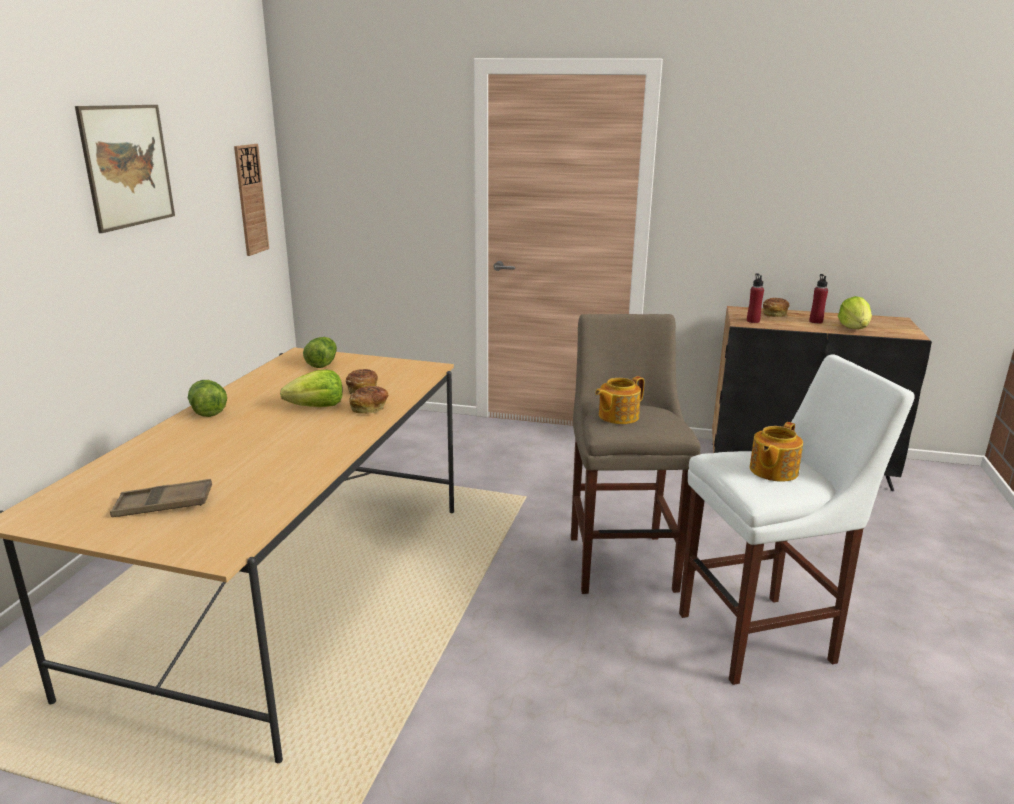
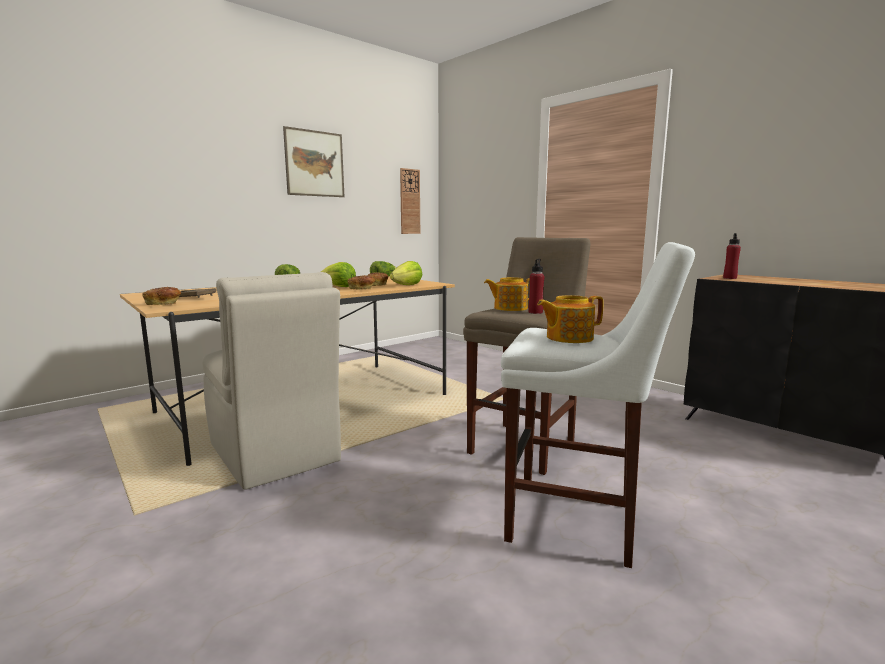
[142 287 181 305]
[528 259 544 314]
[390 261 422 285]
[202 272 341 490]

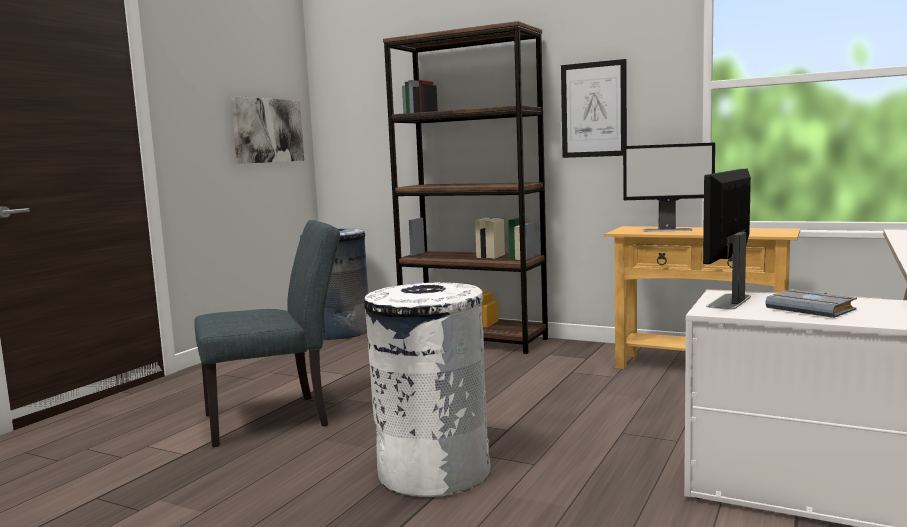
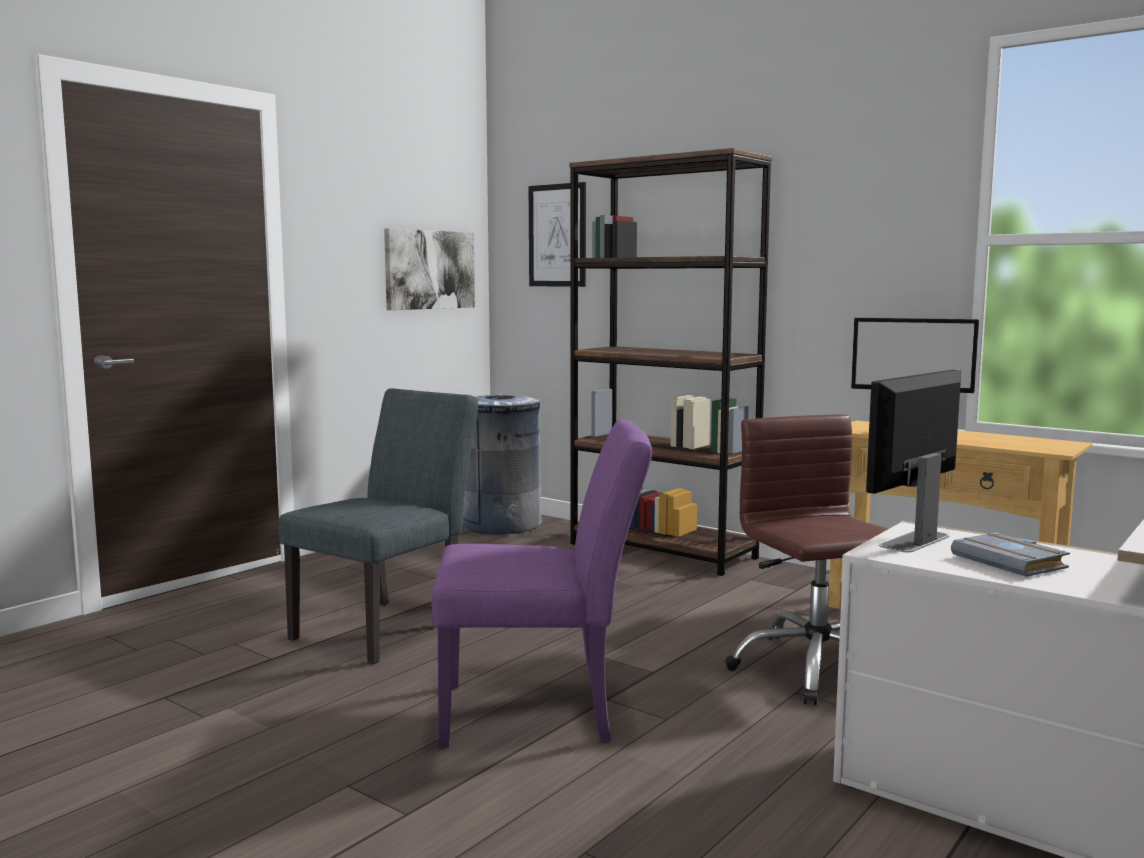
[279 388 478 665]
[432 419 652 748]
[529 182 586 287]
[725 414 888 705]

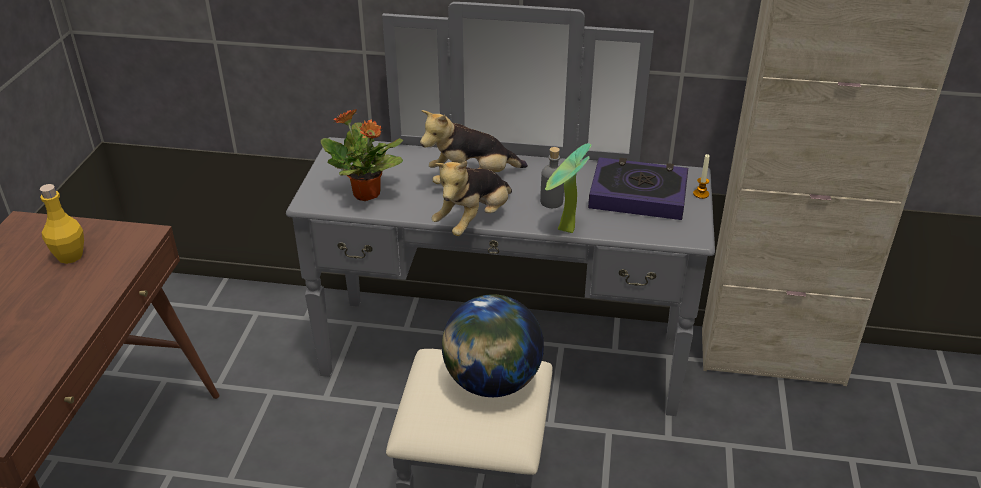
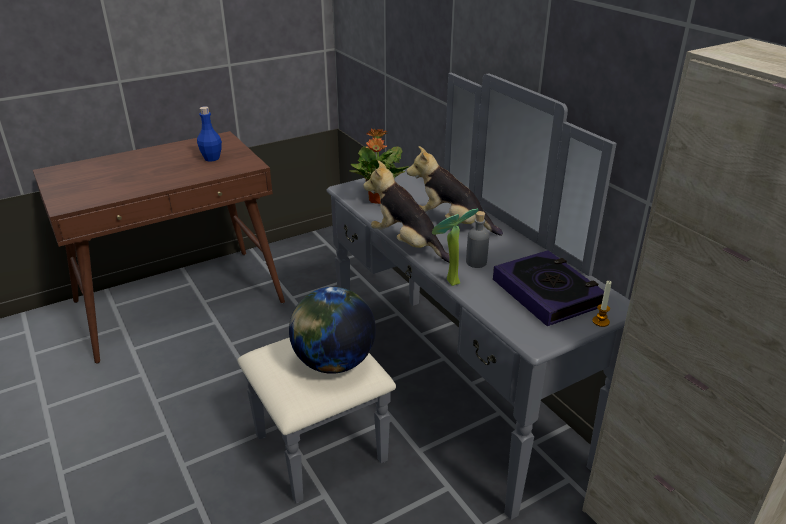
[197 106 222 161]
[363 160 450 263]

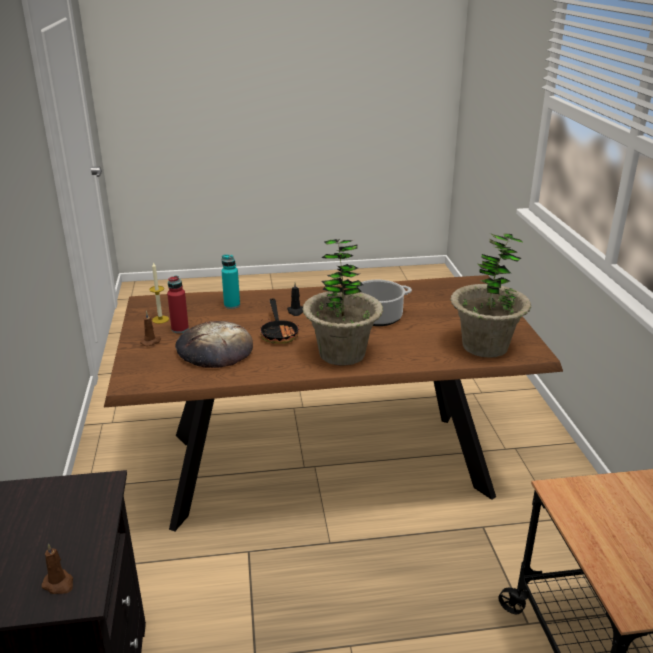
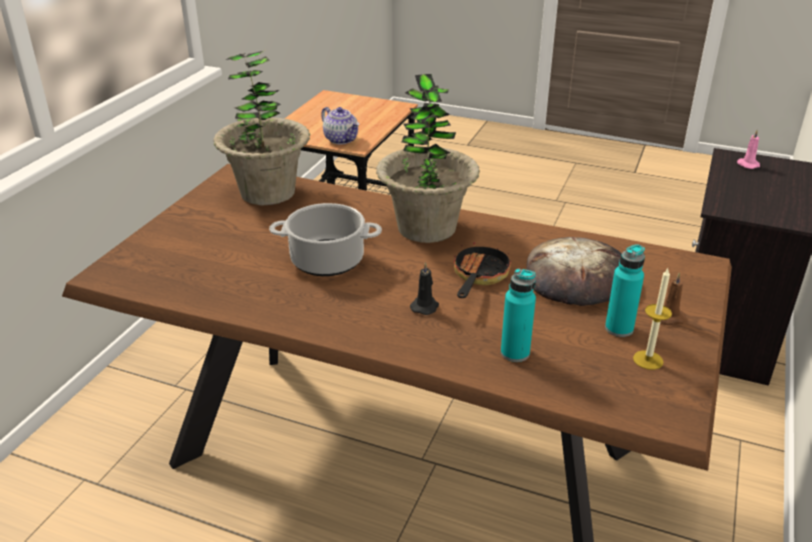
[737 130 760 169]
[605 244 645 337]
[321 107 359 144]

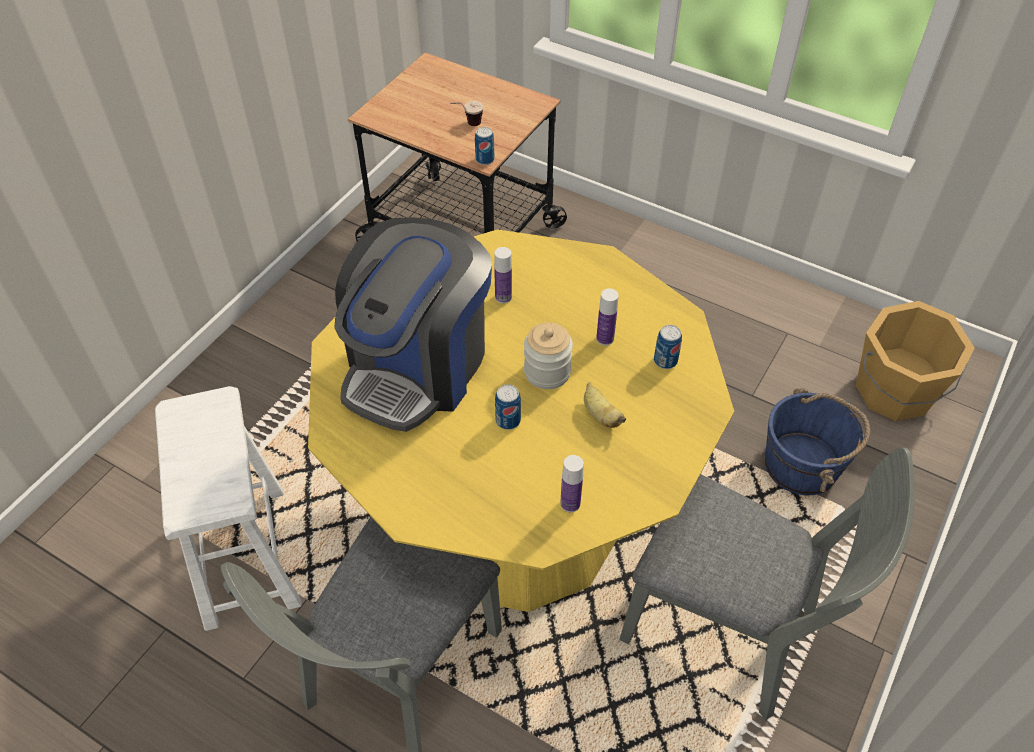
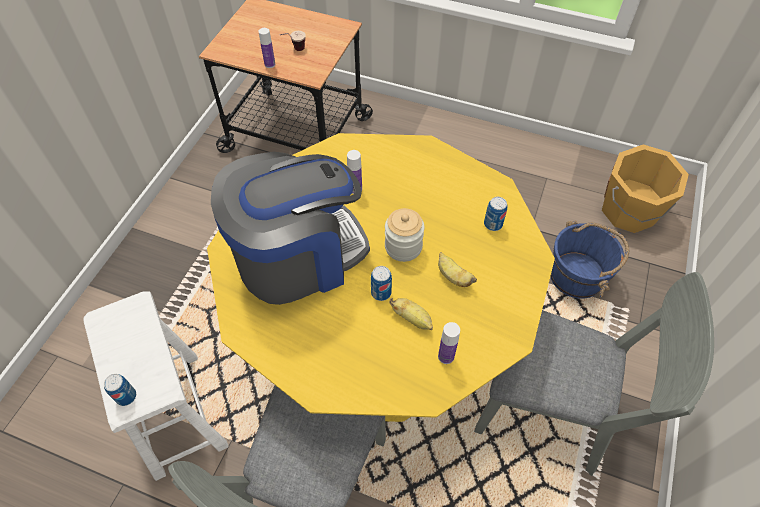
[211 152 370 305]
[104 374 136 406]
[259 28 275 68]
[390 298 433 330]

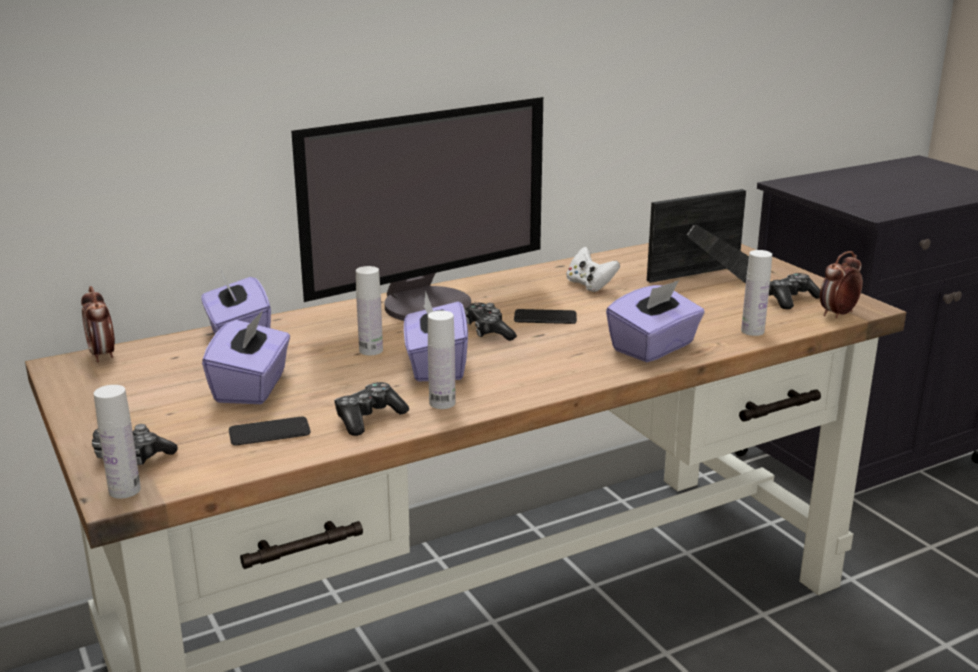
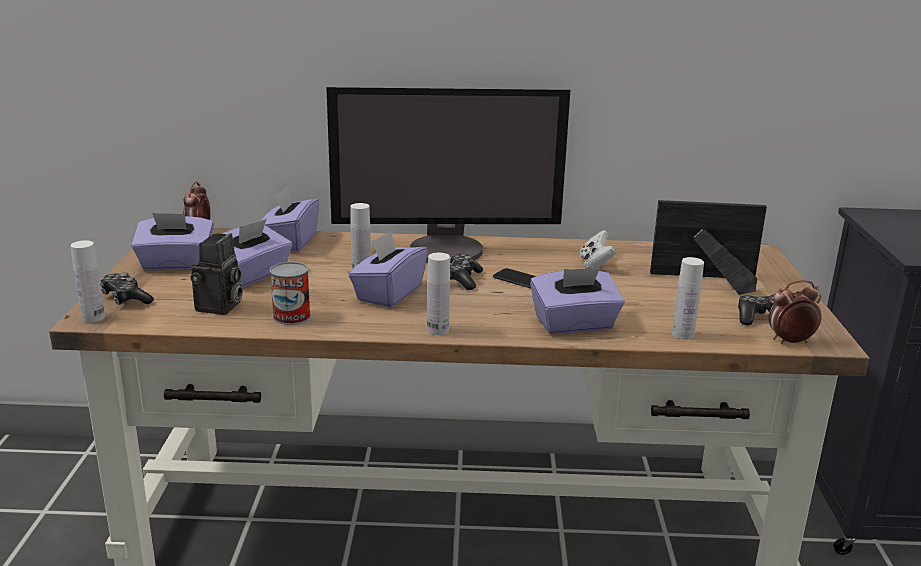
[191 233 243 315]
[270 262 311 325]
[427 253 450 335]
[131 213 214 271]

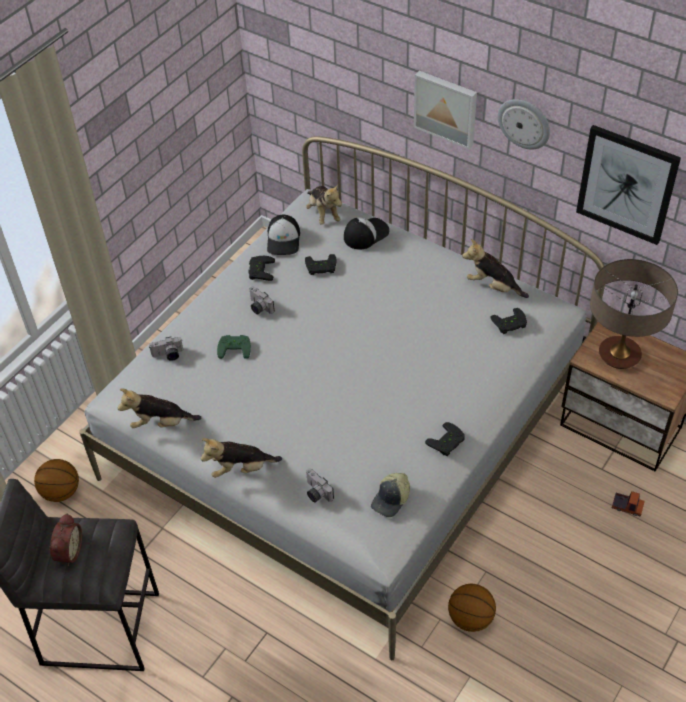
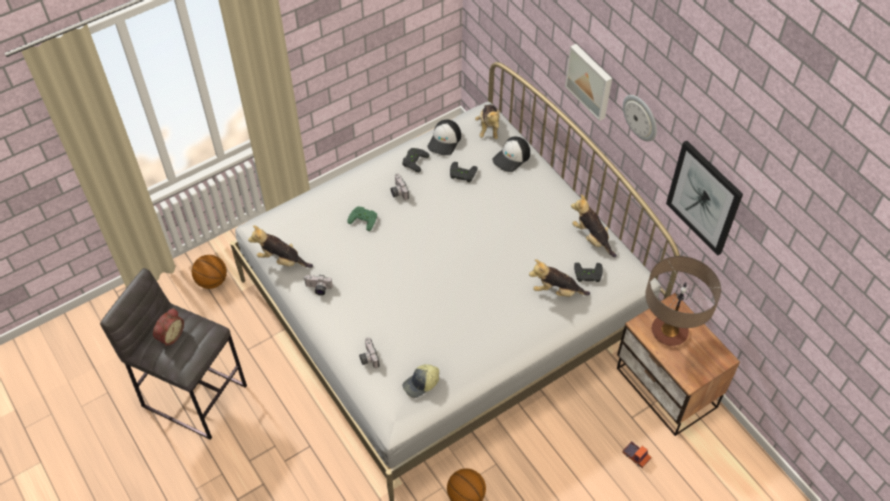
[304 275 333 295]
[529 259 590 297]
[492 137 530 172]
[425 422 465 456] (first image)

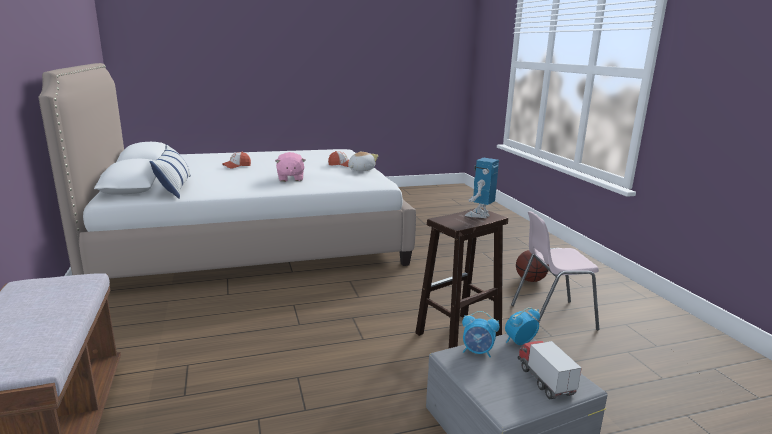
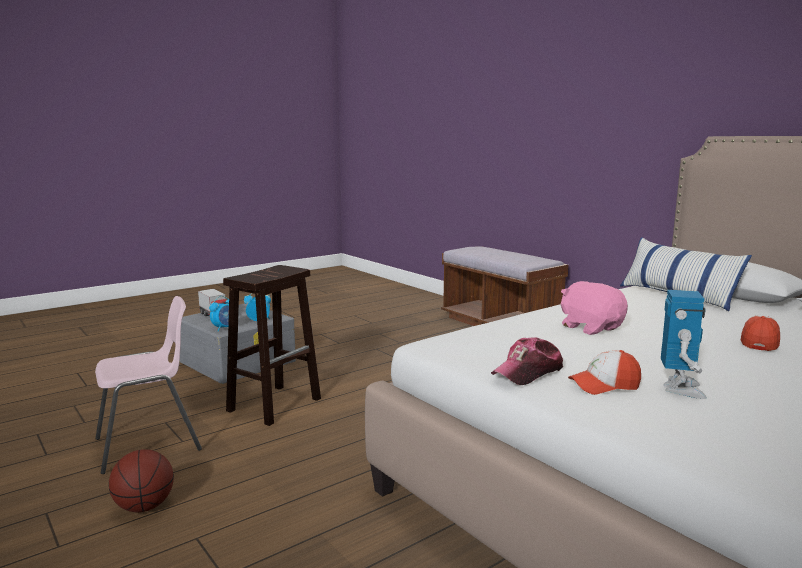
[491 337 563 385]
[661 290 707 399]

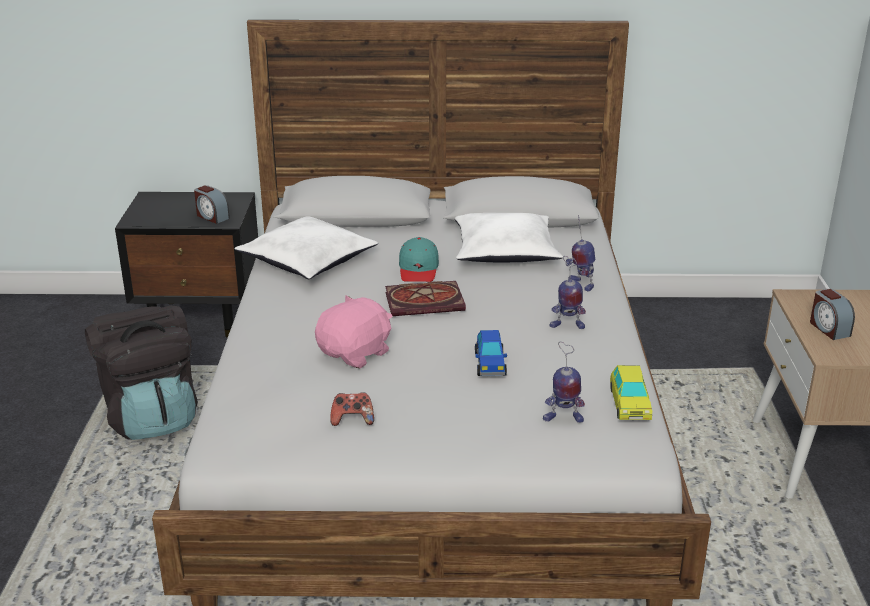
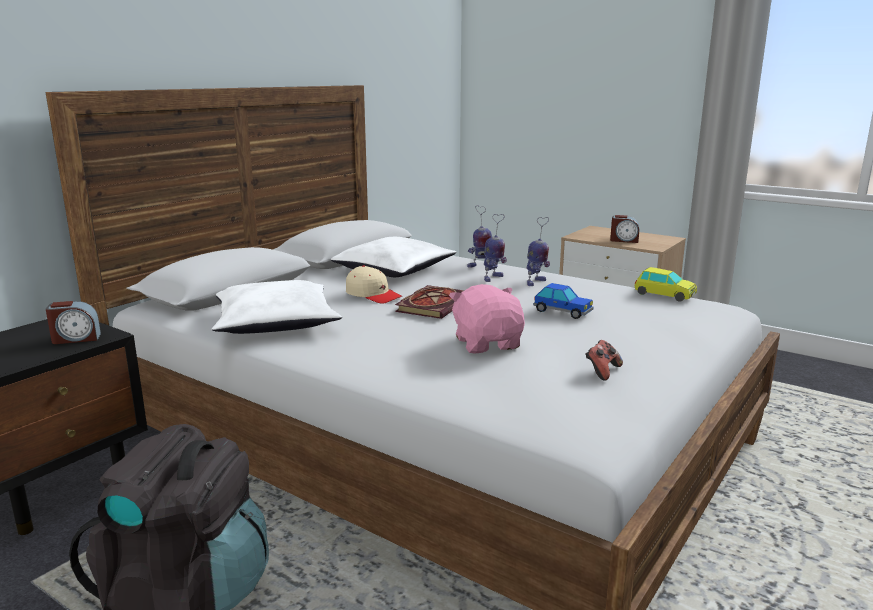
[346 265 402 304]
[484 214 507 282]

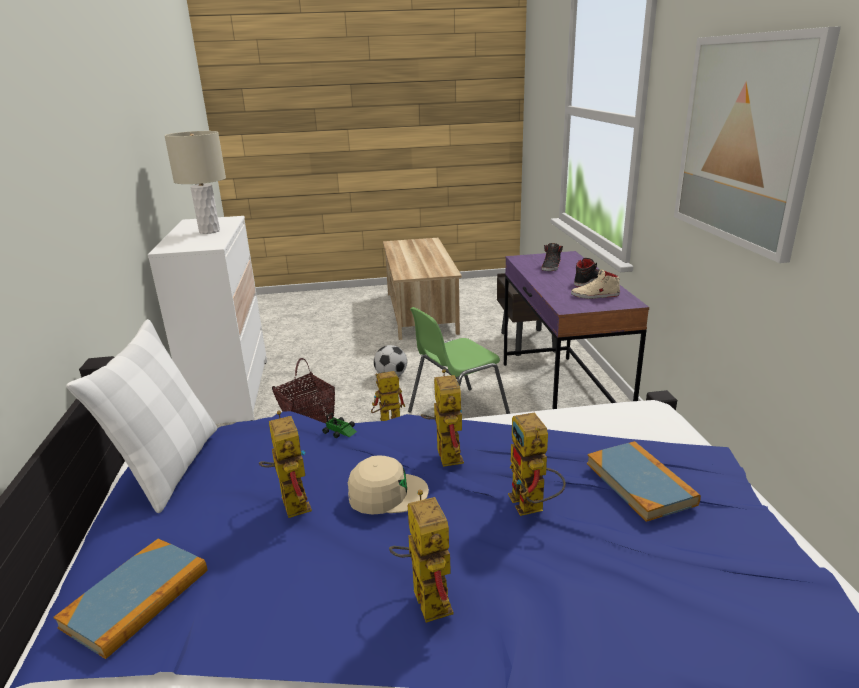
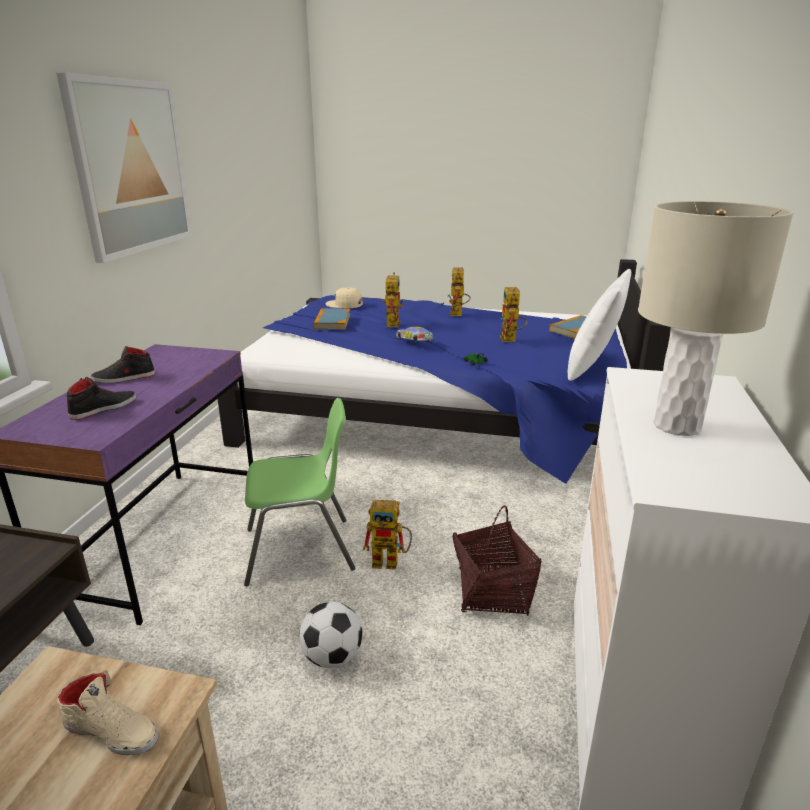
[325 287 363 308]
[396 327 433 342]
[57 670 158 755]

